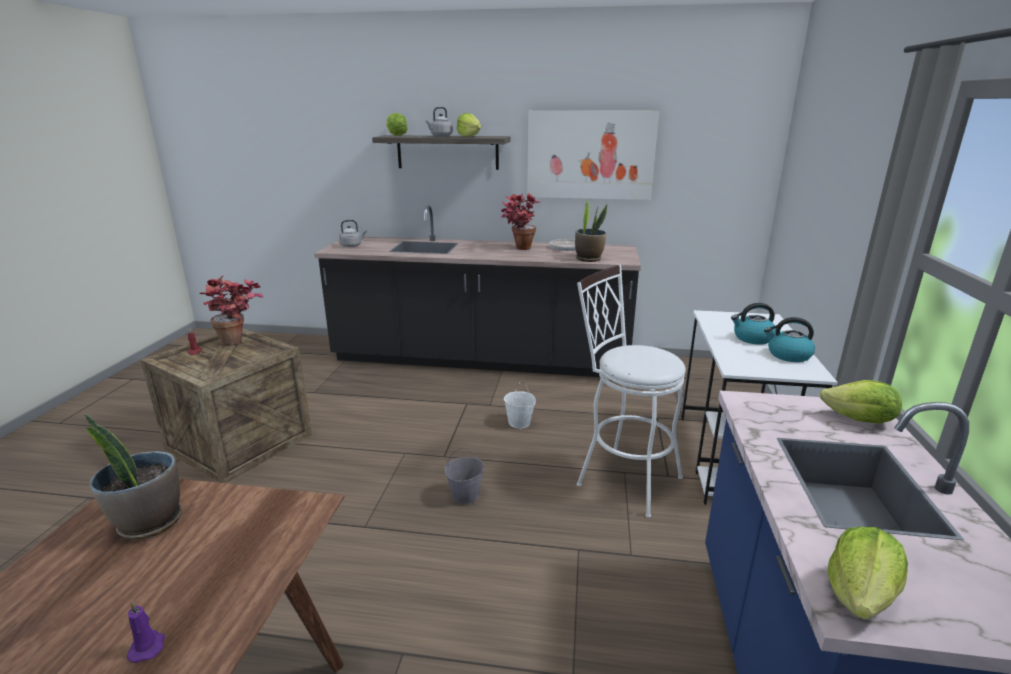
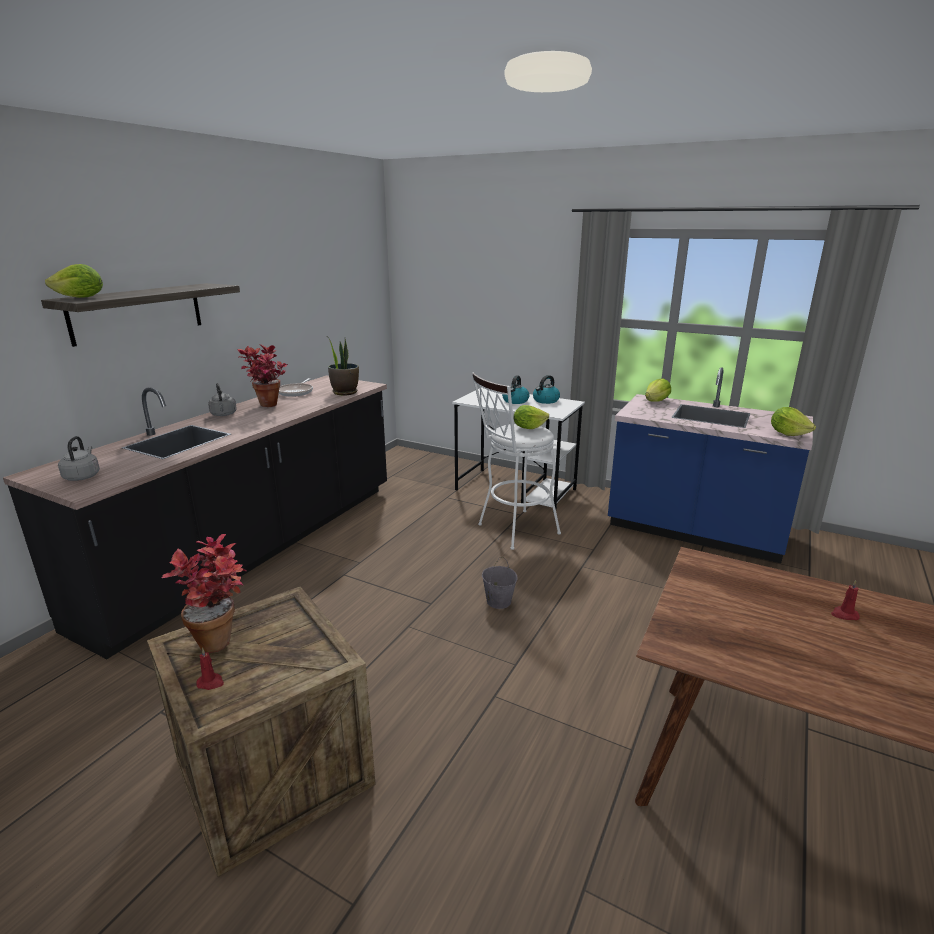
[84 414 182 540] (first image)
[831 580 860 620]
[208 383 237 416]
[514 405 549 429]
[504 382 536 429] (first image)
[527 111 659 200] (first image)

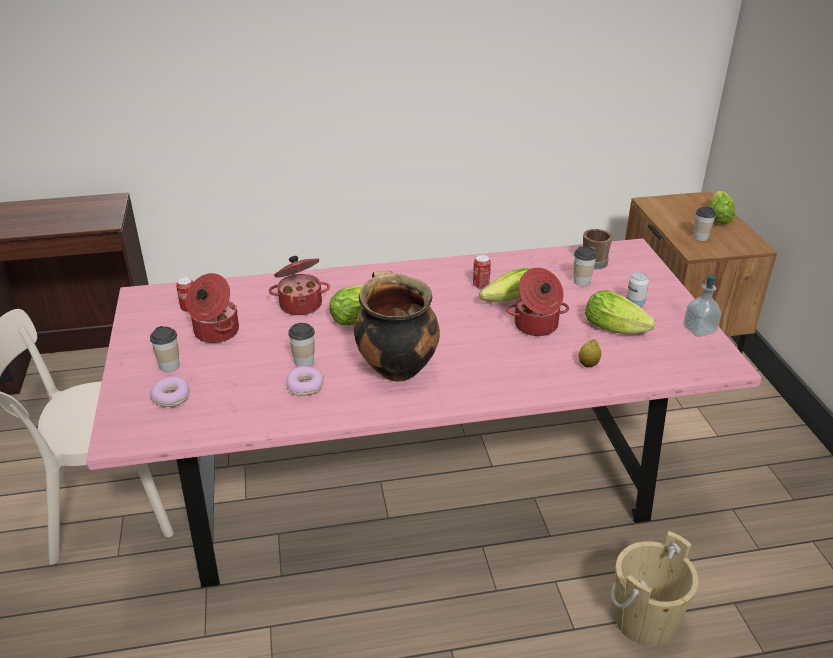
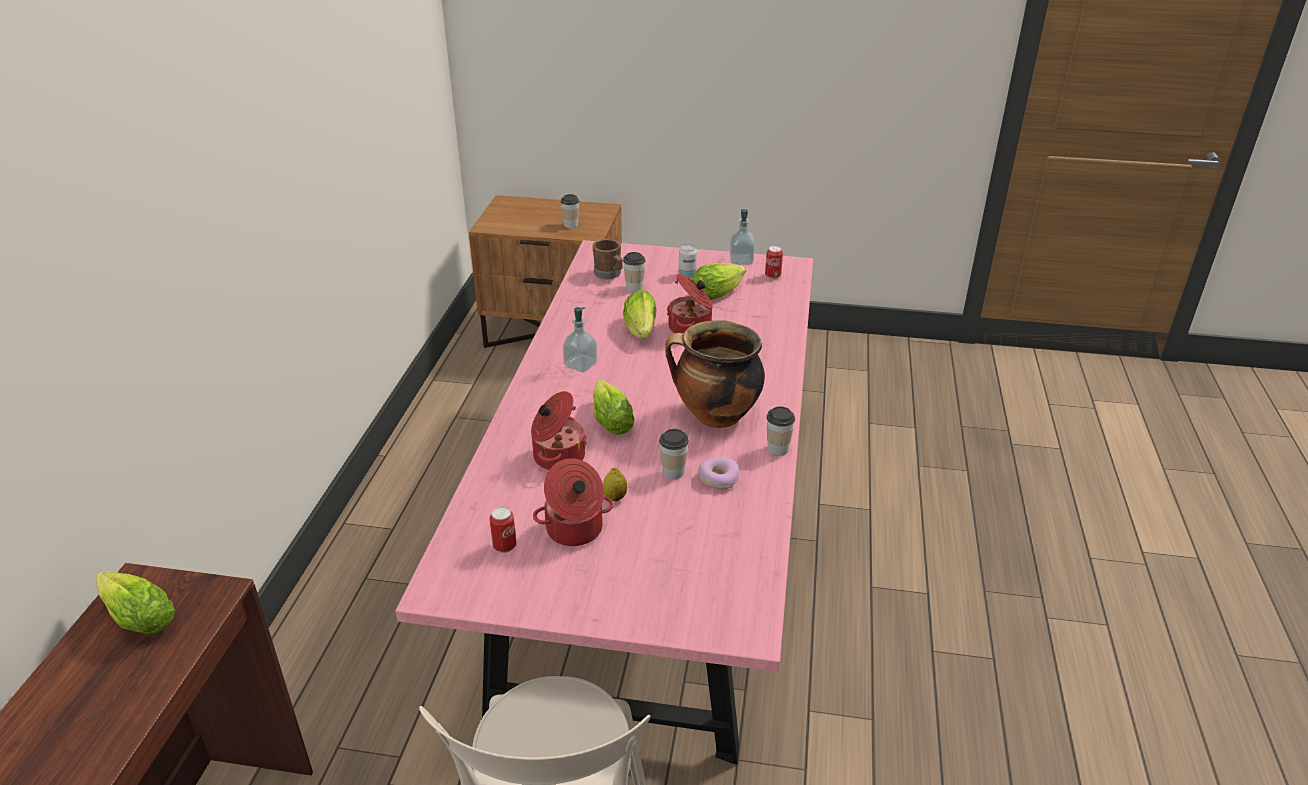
[767 406 795 456]
[150 377 190 407] (first image)
[765 246 783 279]
[603 468 627 501]
[611 531 699 646] (first image)
[95 571 175 634]
[563 307 597 372]

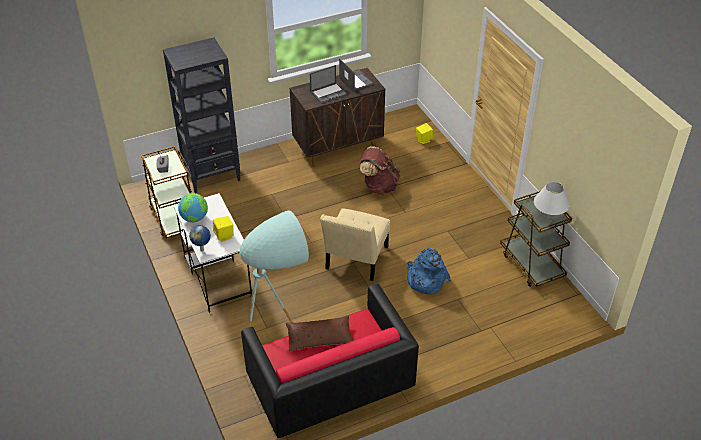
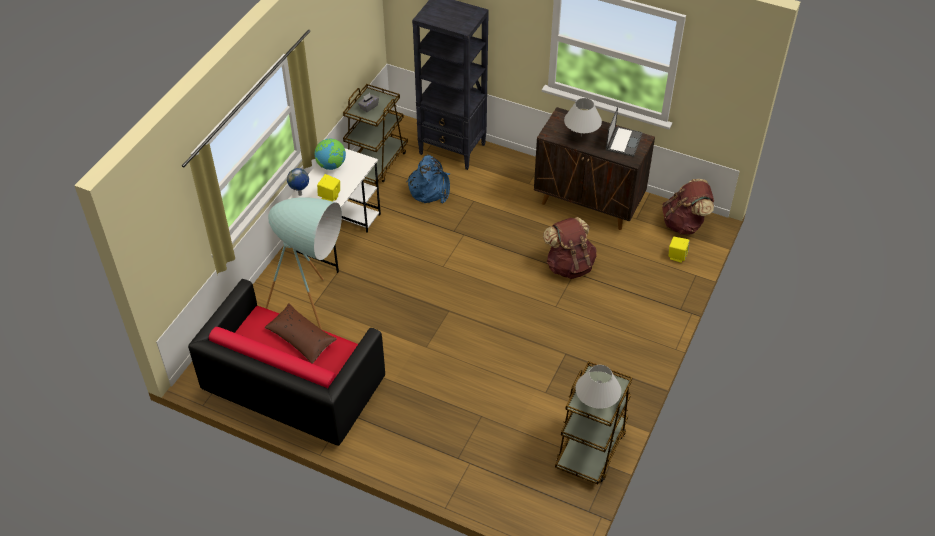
[564 98 602 137]
[320 208 390 281] (first image)
[406 155 451 203]
[662 179 714 234]

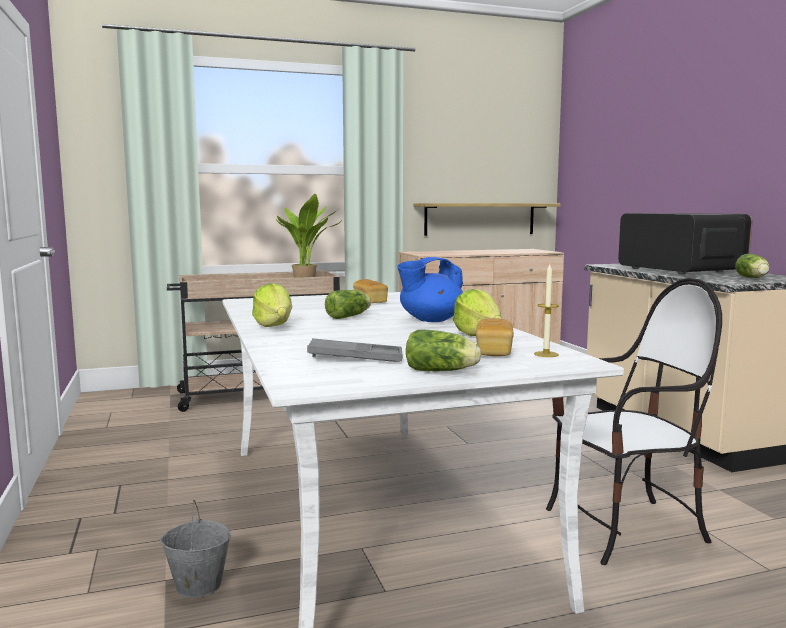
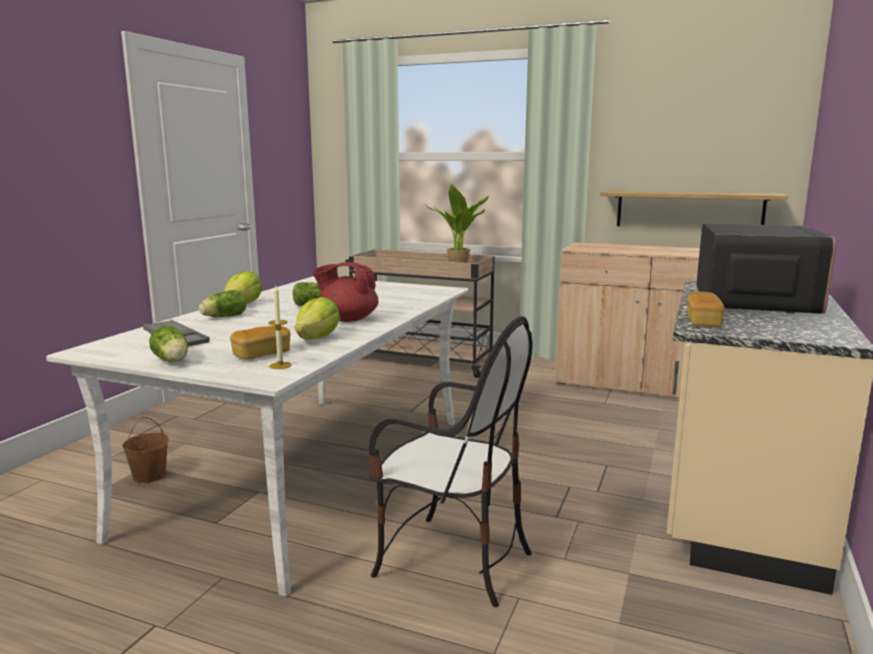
[122 417 169 483]
[687 292 725 327]
[313 262 378 322]
[199 290 246 317]

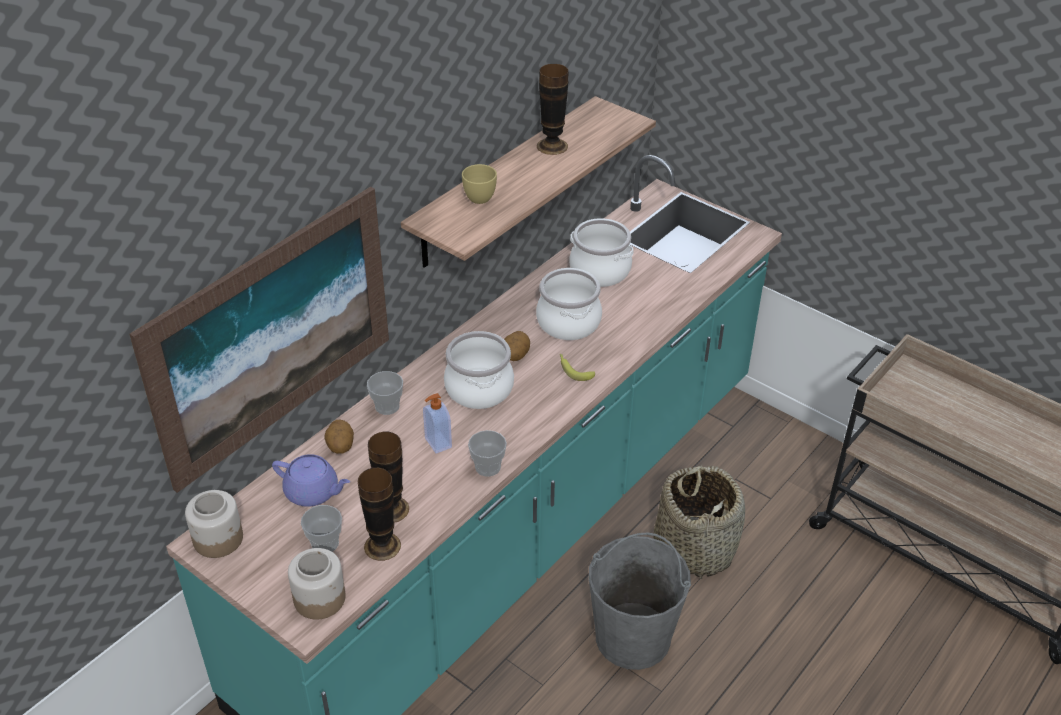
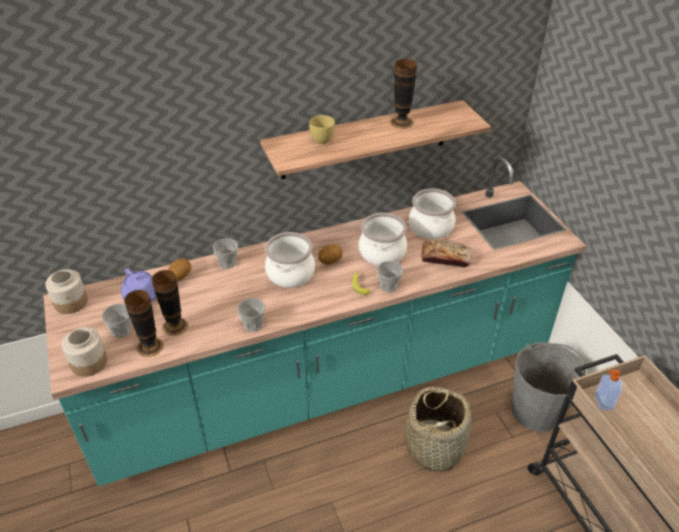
[129 187 389 493] (first image)
[595 370 622 410]
[511 342 586 432]
[377 261 403 292]
[421 240 472 268]

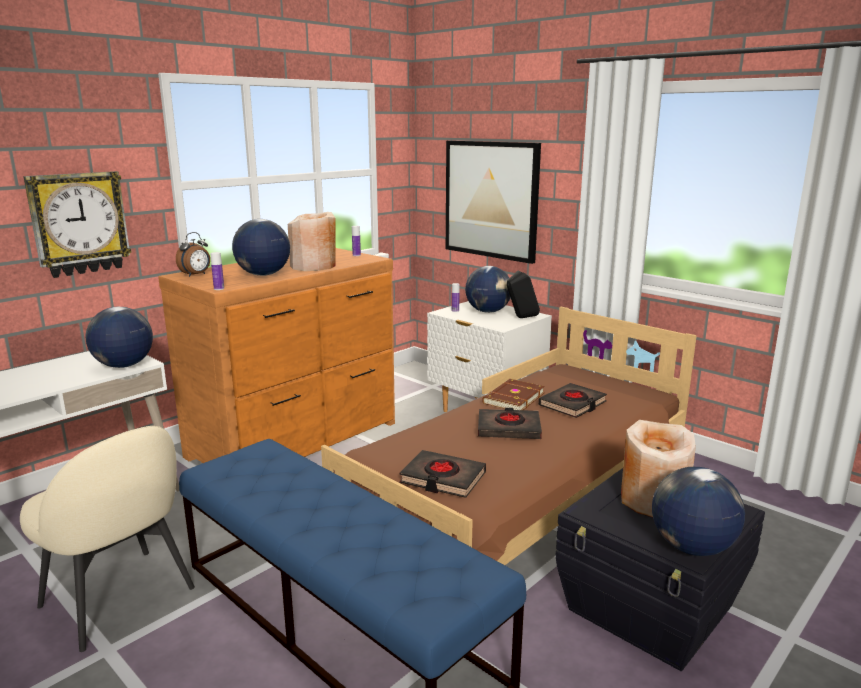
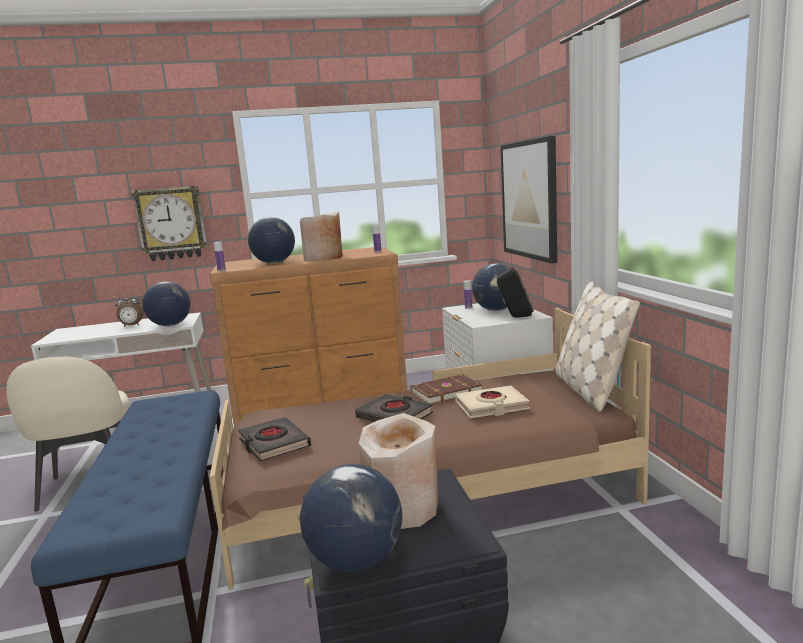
[115 293 144 327]
[455 385 530 418]
[556 281 640 412]

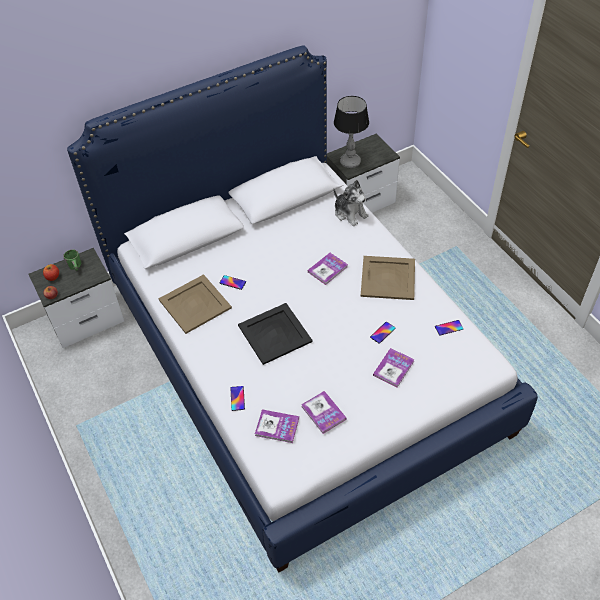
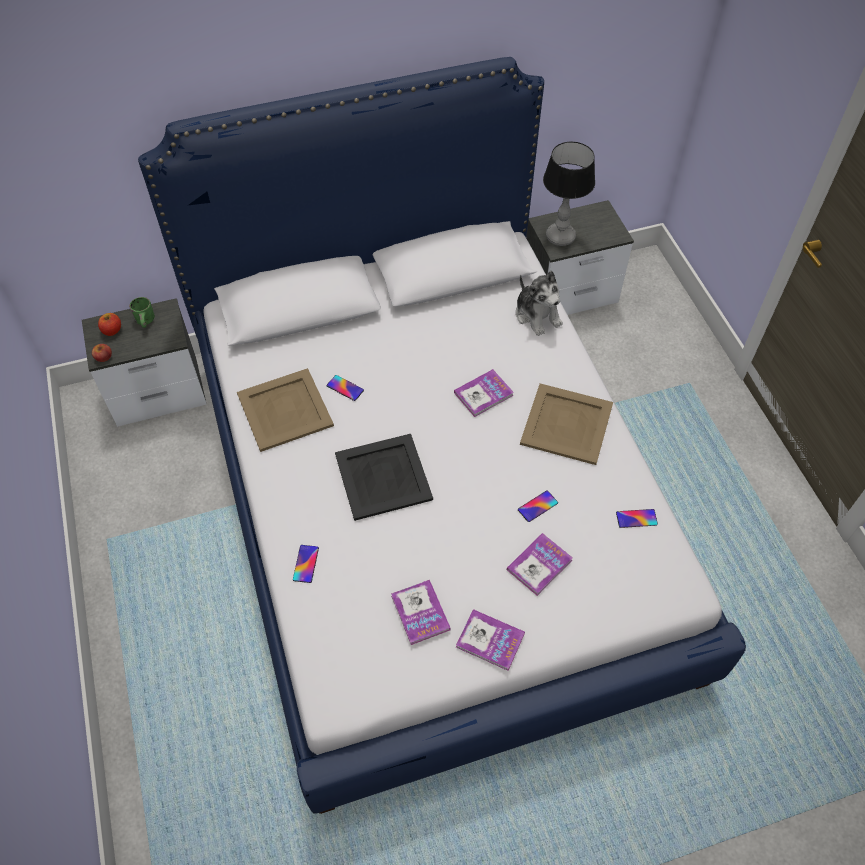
[456 609 525 671]

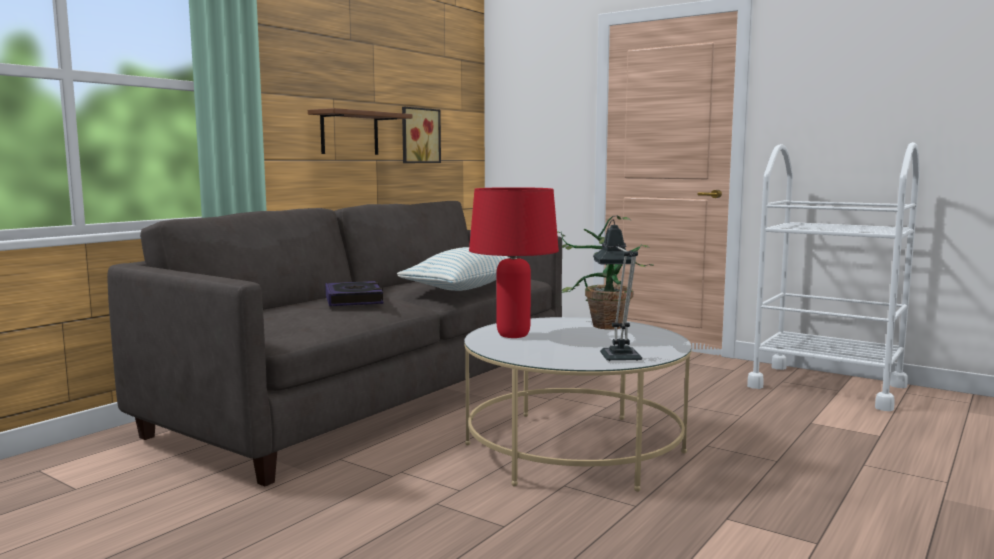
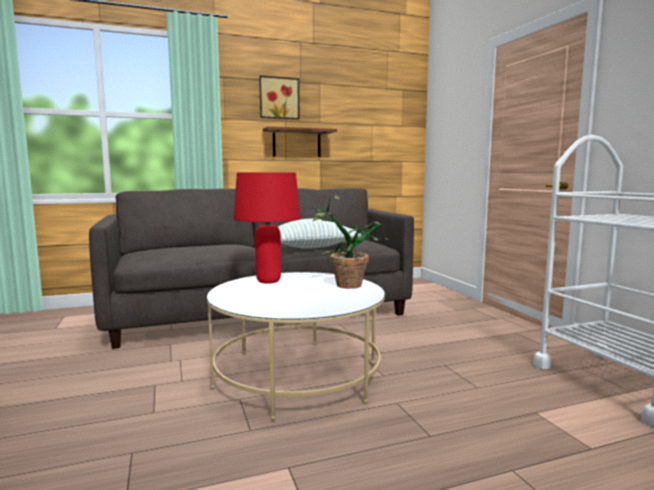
[325 281 383 306] (first image)
[259 76 299 119]
[593 220 642 361] (first image)

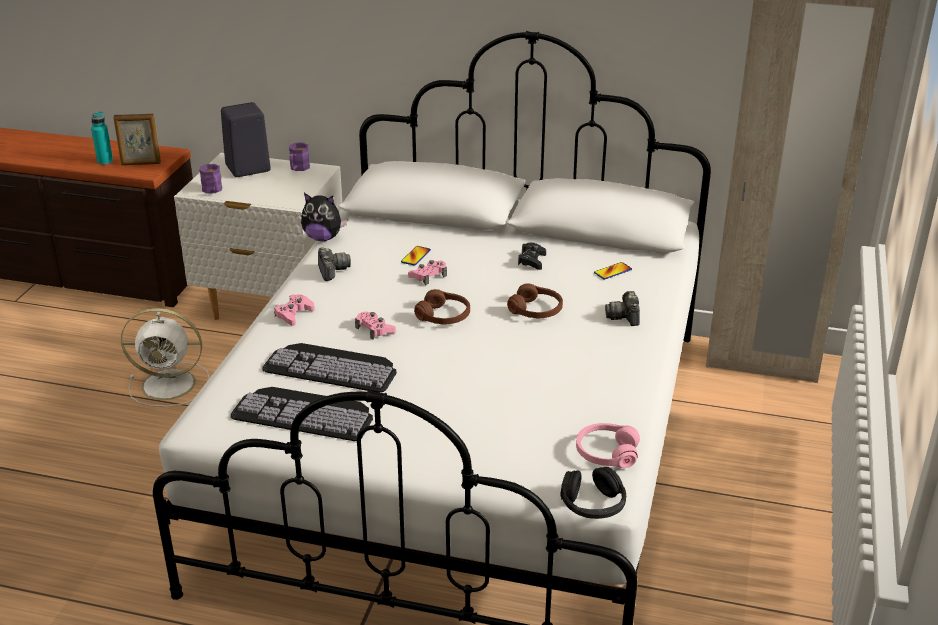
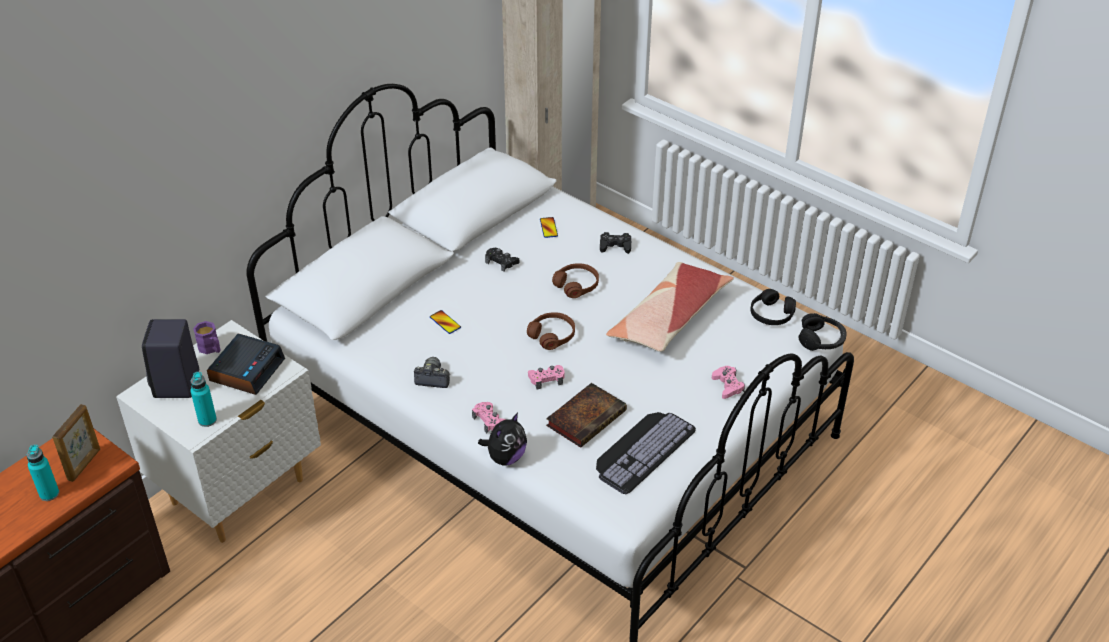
[121 308 209 407] (first image)
[190 372 217 427]
[546 383 627 448]
[478 413 527 465]
[712 366 745 399]
[751 289 796 325]
[600 232 631 254]
[207 334 285 395]
[606 262 734 352]

